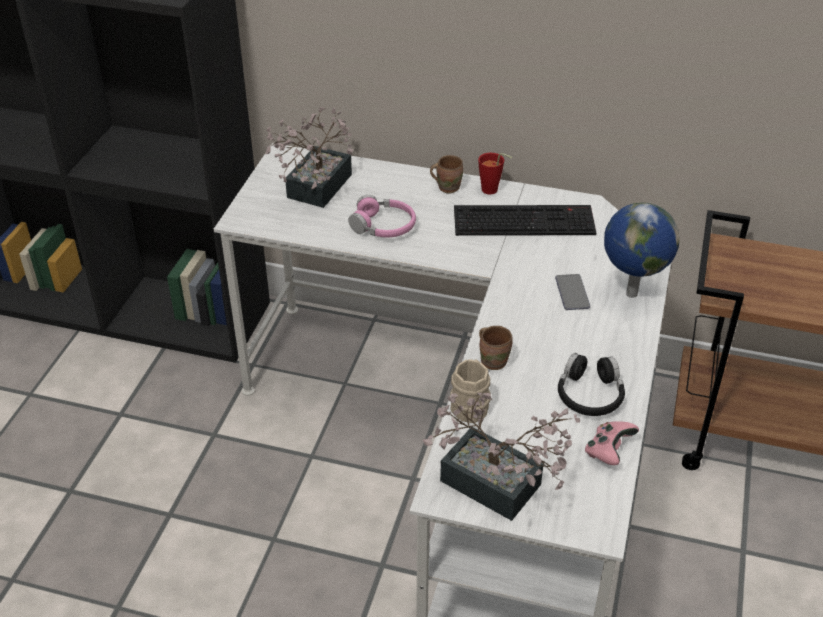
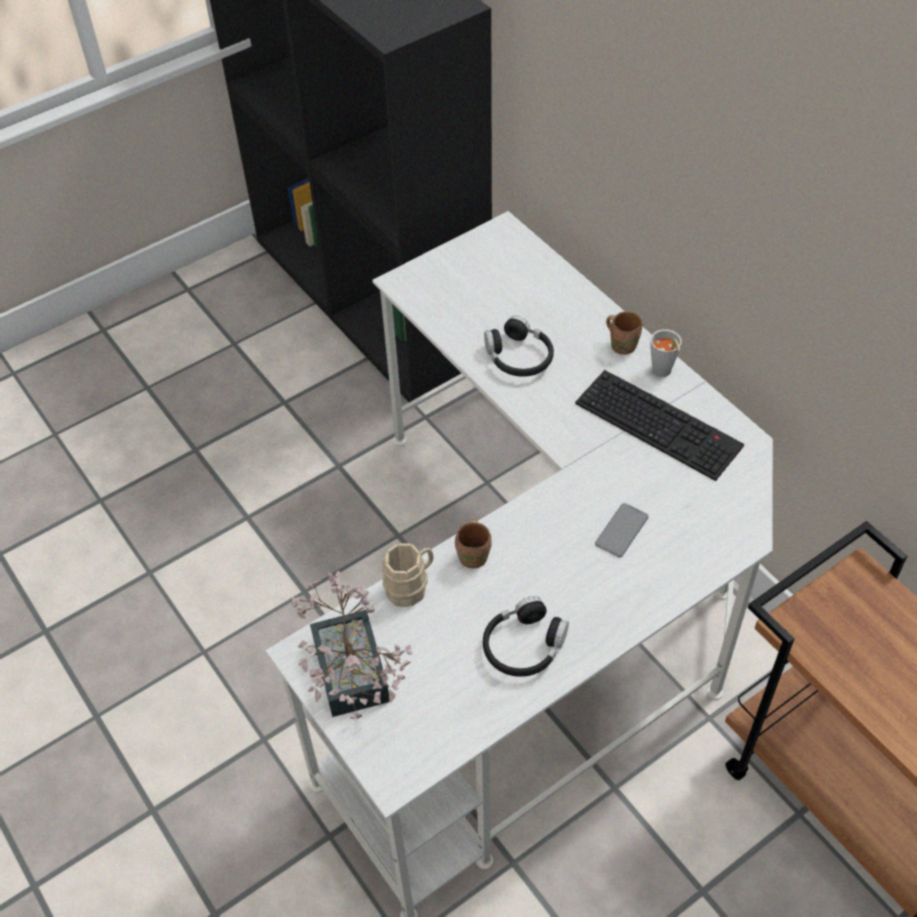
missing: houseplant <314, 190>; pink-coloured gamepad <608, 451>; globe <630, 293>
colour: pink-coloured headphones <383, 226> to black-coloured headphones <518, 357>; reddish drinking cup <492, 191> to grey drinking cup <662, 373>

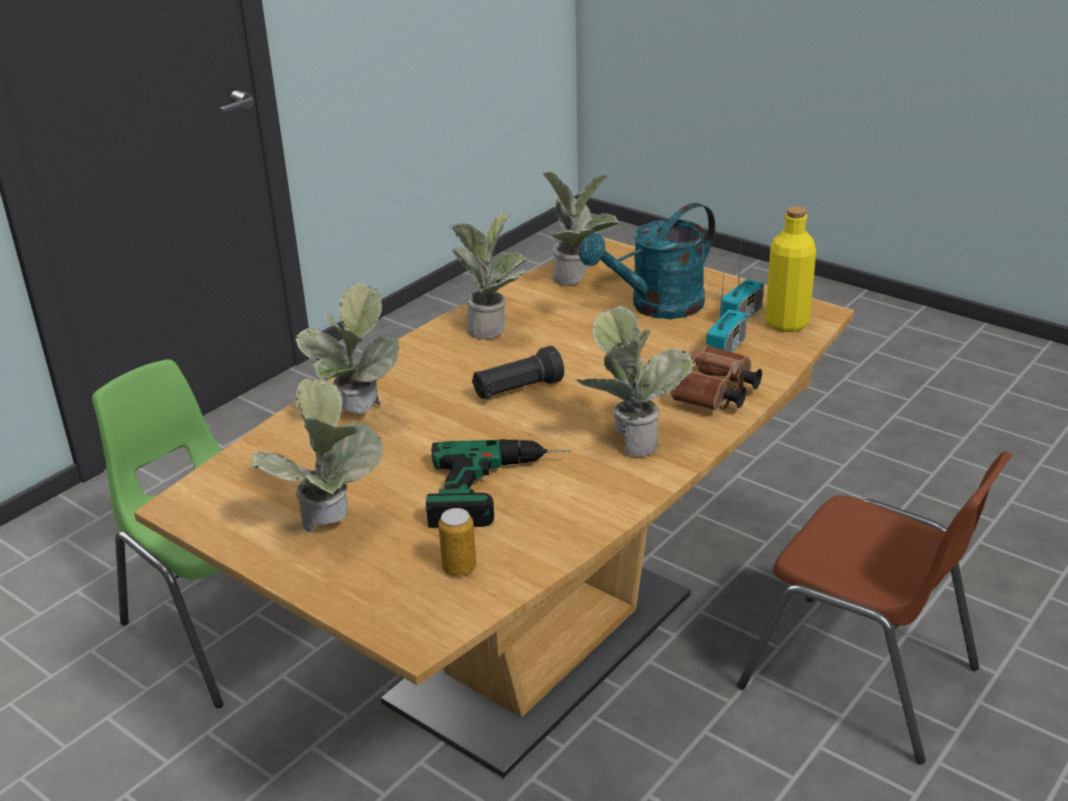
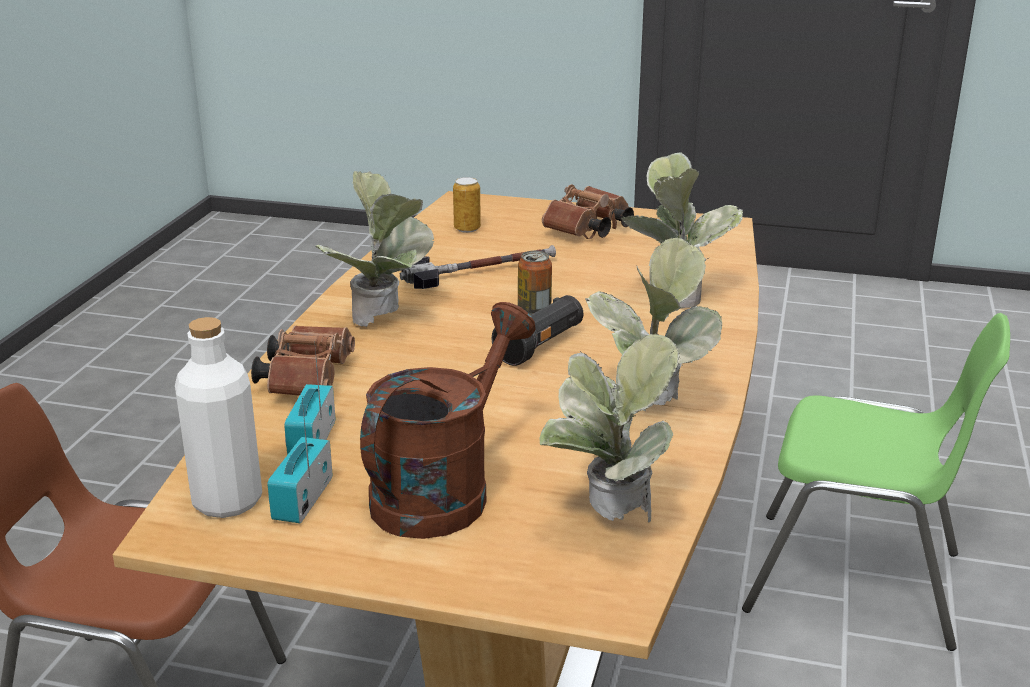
appeared: sealed can <534, 309>
exchanged: power drill <500, 489> to hand hammer <478, 271>; houseplant <331, 529> to brown pair of binoculars <587, 231>
colour: yellow beverage bottle <786, 323> to white-coloured beverage bottle <227, 501>; turquoise sprinkling can <656, 307> to brown sprinkling can <442, 490>

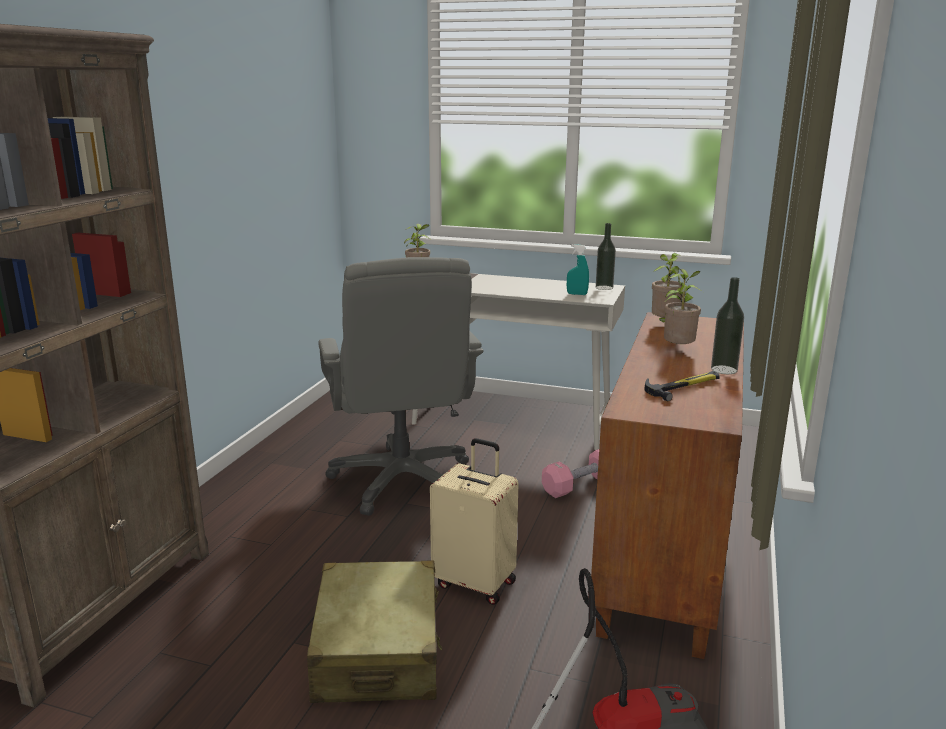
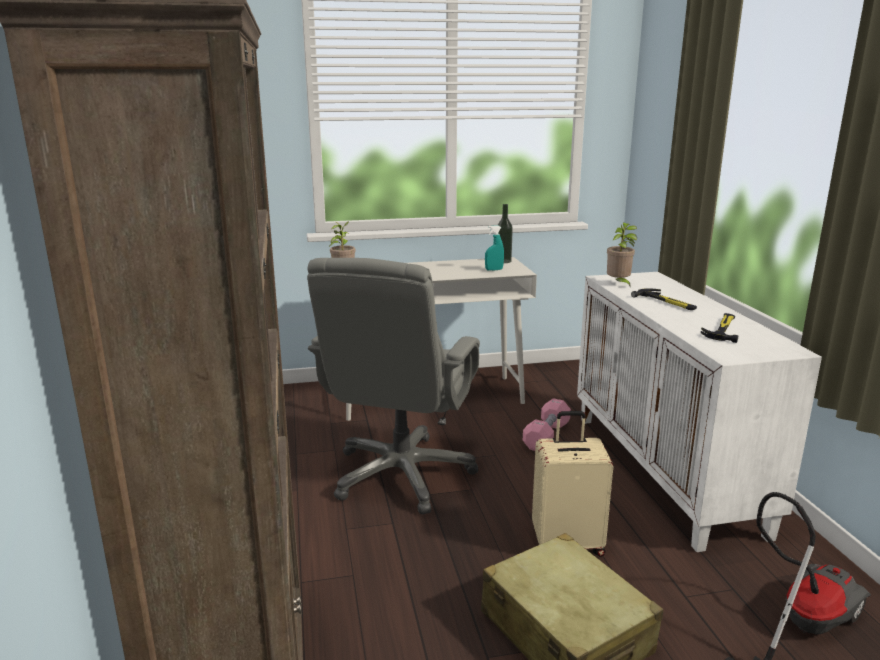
missing: beverage bottle <724, 370>
exchanged: houseplant <678, 351> to hand hammer <666, 302>
colour: brown cabinet <667, 555> to white-coloured cabinet <666, 472>
spun: grey desk chair <402, 480> = <402, 474> 60 degrees clockwise

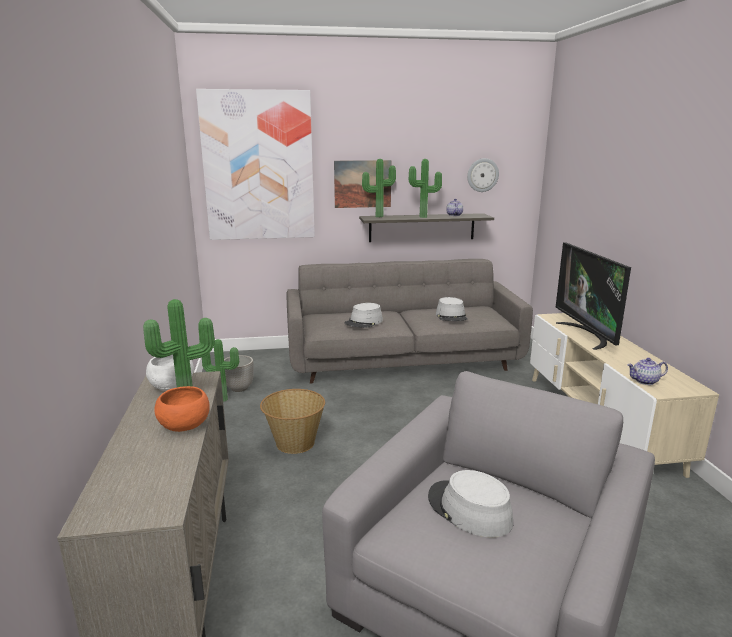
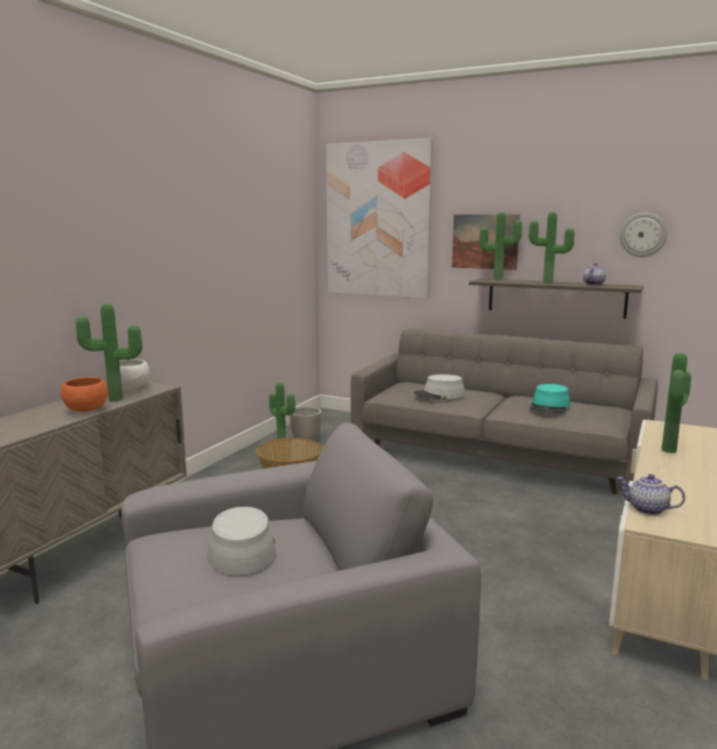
exchanged: TV set <587, 335> to houseplant <672, 451>
colour: grey wearable hat <451, 316> to turquoise wearable hat <550, 407>

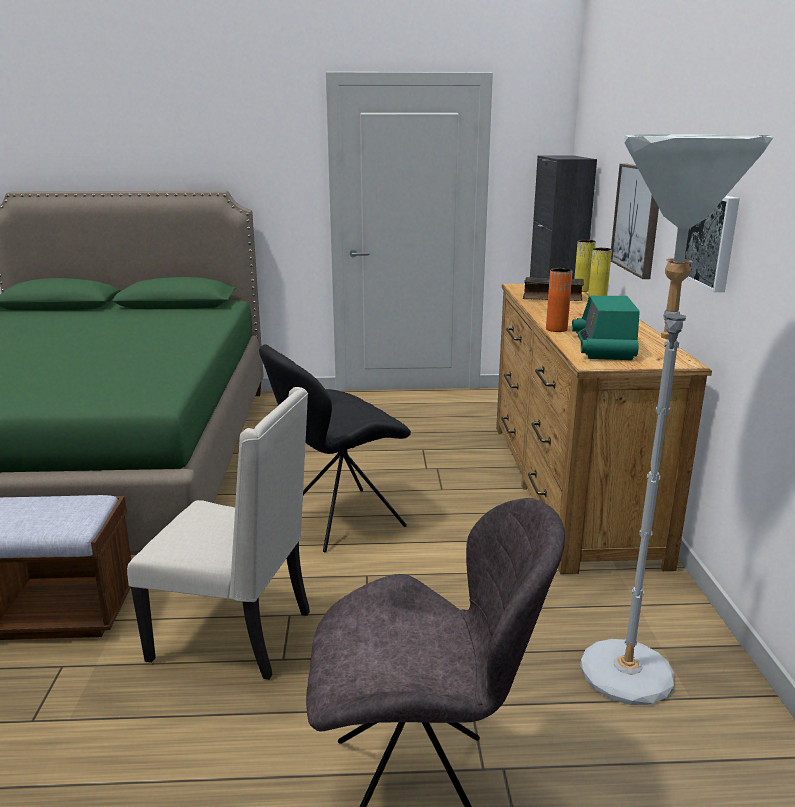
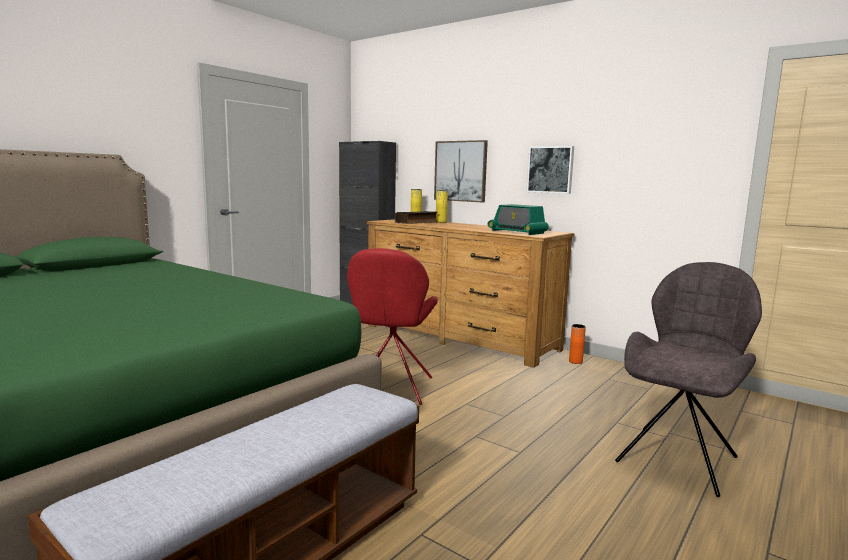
missing: beige plain chair <236, 635>; grey standard lamp <625, 660>
relocated: orange-coloured decorative vase <556, 329> to <575, 361>
colour: black-coloured plain chair <339, 520> to reddish plain chair <391, 389>

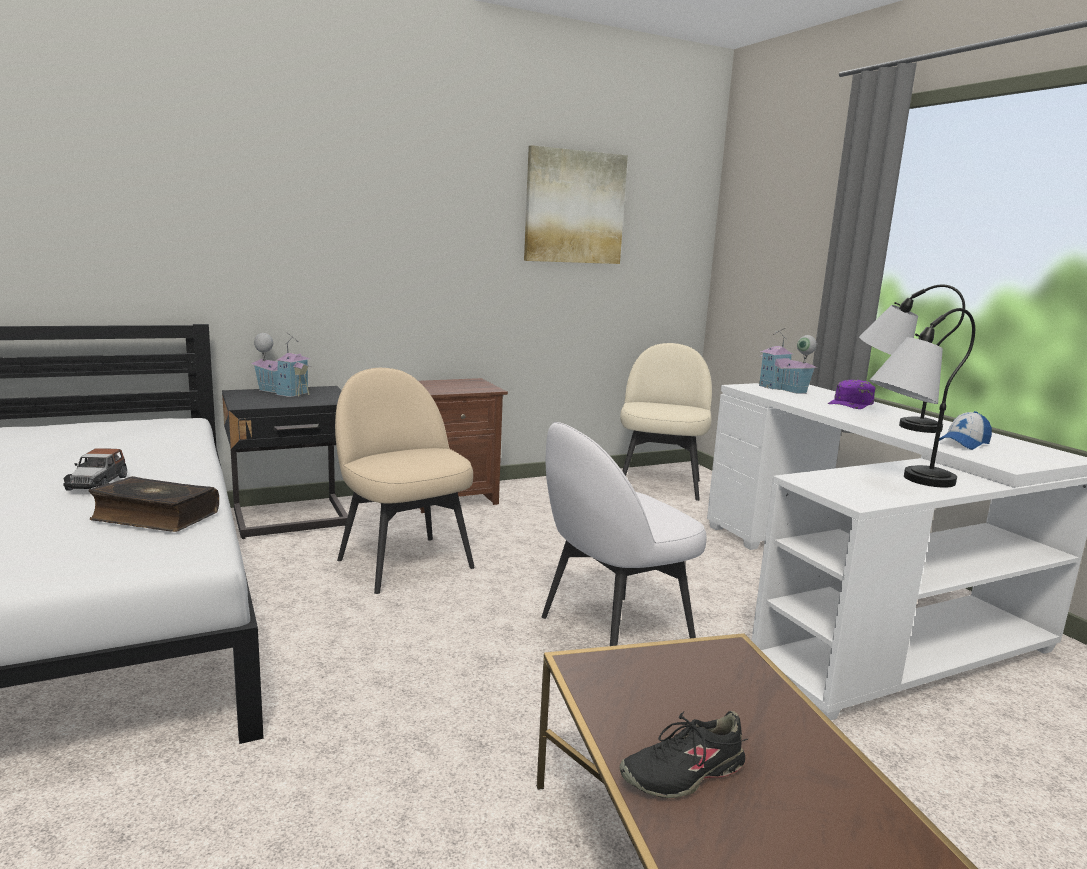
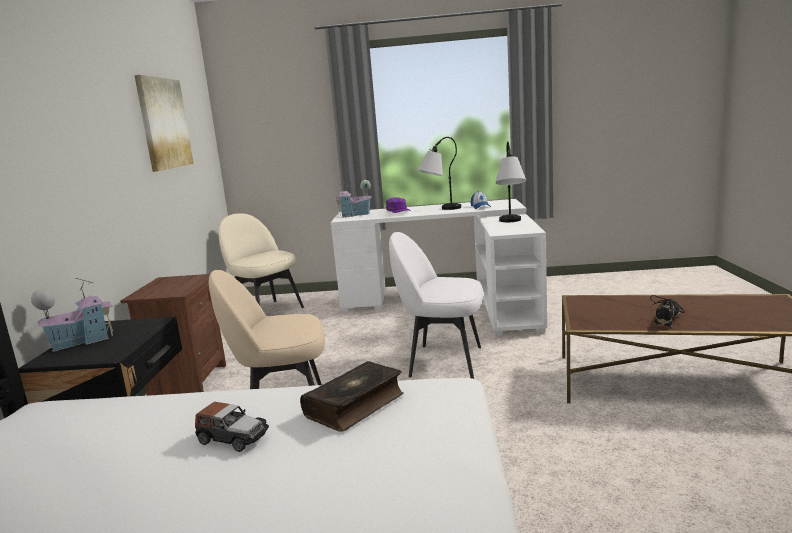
spun: white-coloured plain chair <612, 635> = <443, 361> 105 degrees clockwise; black-coloured low shoe <683, 773> = <667, 319> 150 degrees counterclockwise

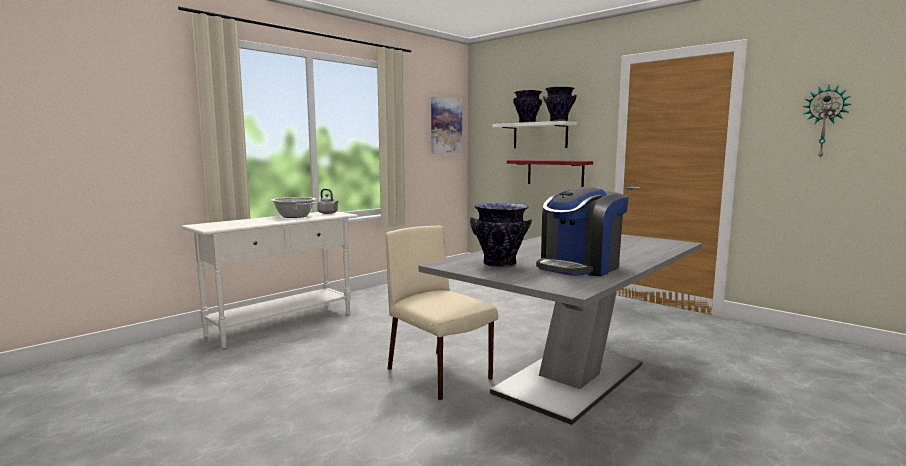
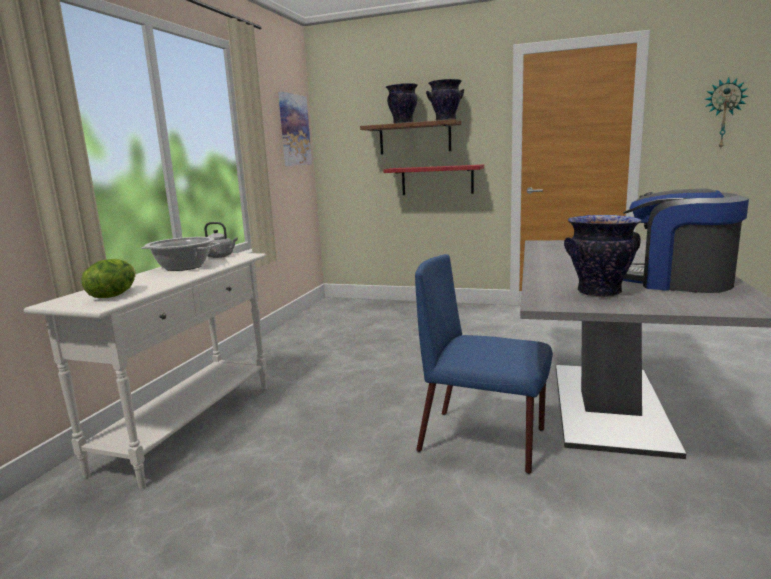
appeared: head of lettuce <113, 295>
colour: white-coloured shelf <540, 135> to brown shelf <415, 138>; beige plain chair <440, 375> to bluish plain chair <484, 440>
spun: coffee maker <579, 267> = <676, 282> 105 degrees clockwise

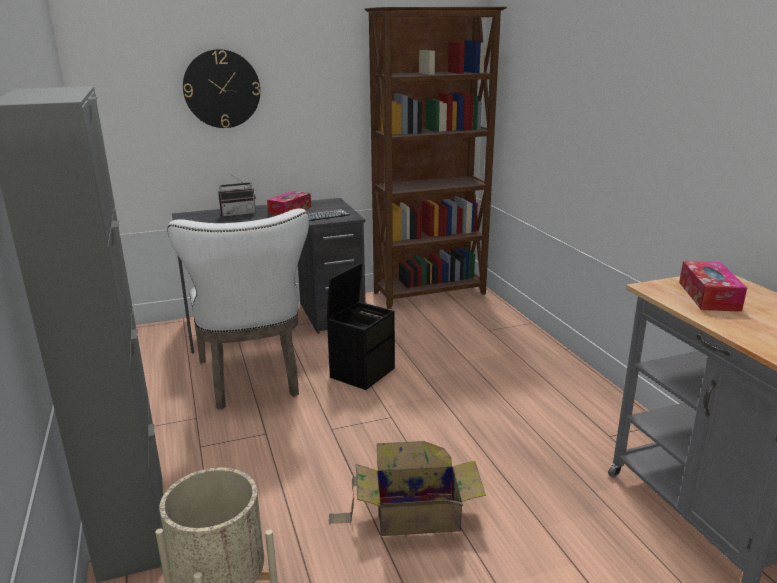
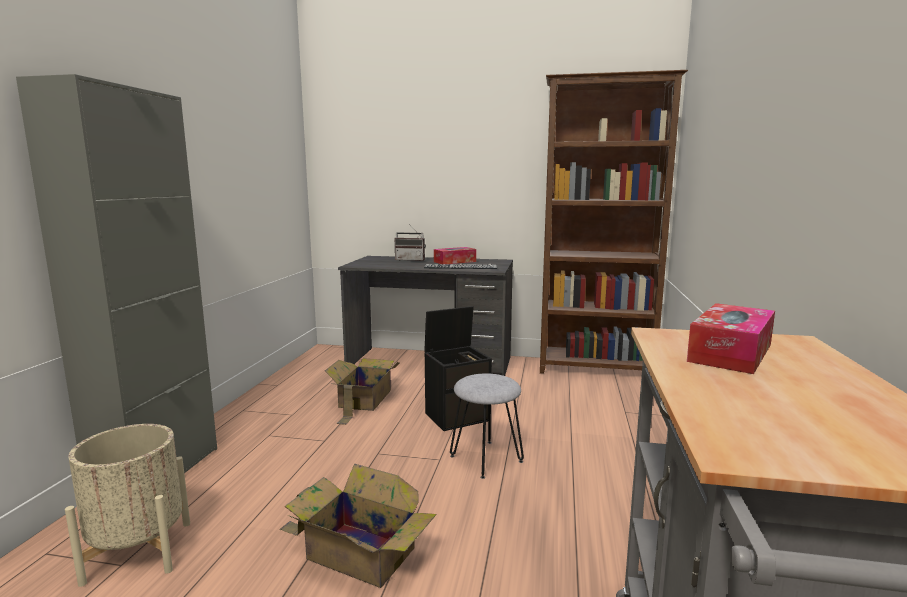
missing: wall clock <222, 89>
appeared: grey sitting stool <486, 458>
exchanged: white-coloured plain chair <253, 380> to cardboard box <363, 400>

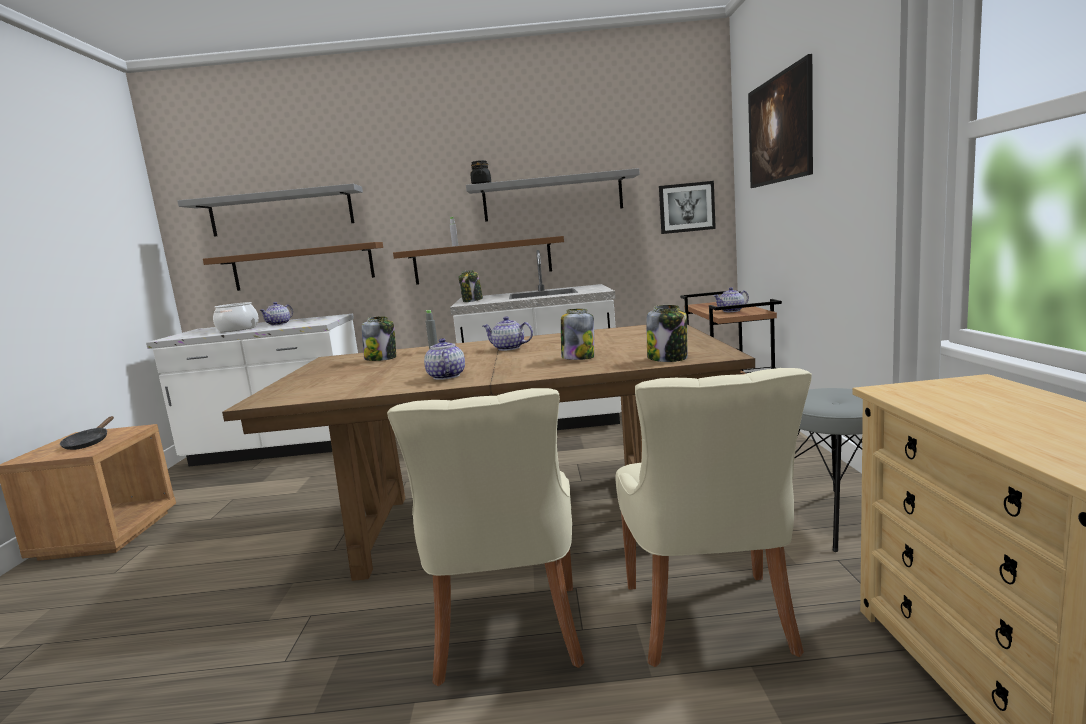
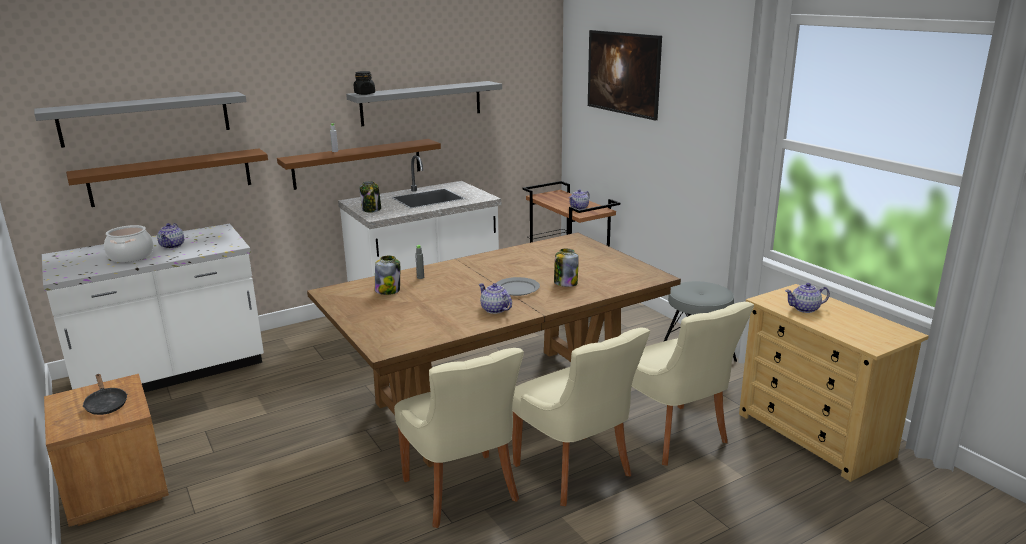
missing: storage jar <668, 358>; wall picture <686, 207>
appeared: beige plain chair <462, 492>; grey dinner plate <517, 289>
relocated: teapot <509, 348> to <805, 309>

